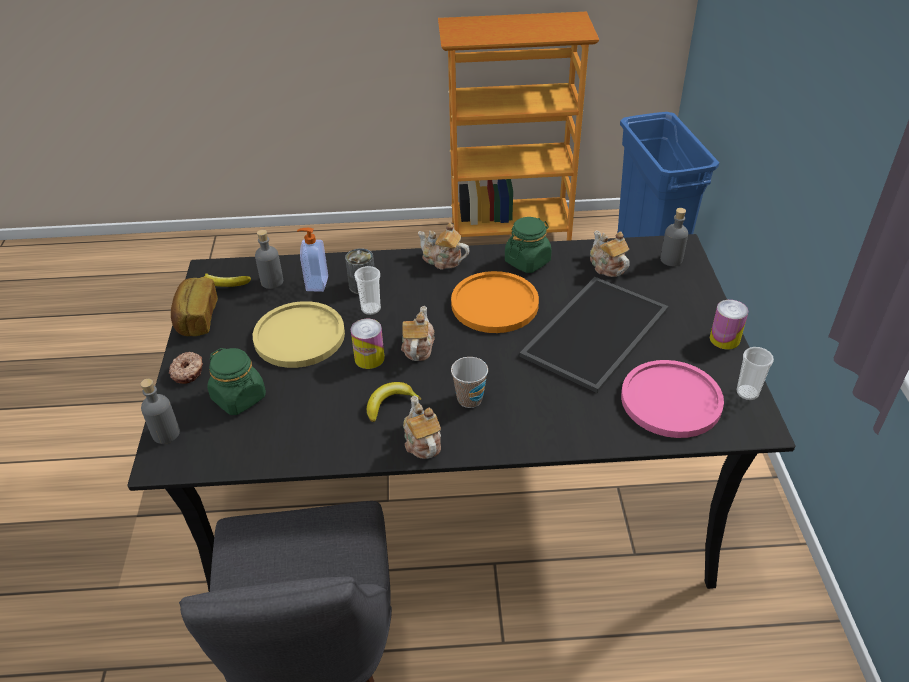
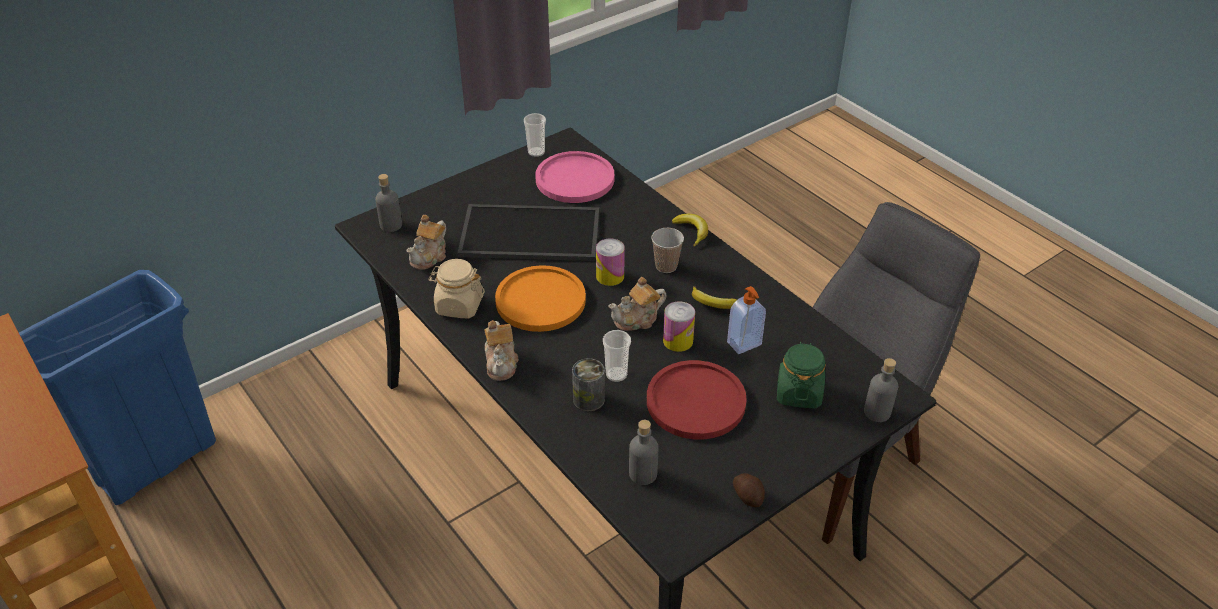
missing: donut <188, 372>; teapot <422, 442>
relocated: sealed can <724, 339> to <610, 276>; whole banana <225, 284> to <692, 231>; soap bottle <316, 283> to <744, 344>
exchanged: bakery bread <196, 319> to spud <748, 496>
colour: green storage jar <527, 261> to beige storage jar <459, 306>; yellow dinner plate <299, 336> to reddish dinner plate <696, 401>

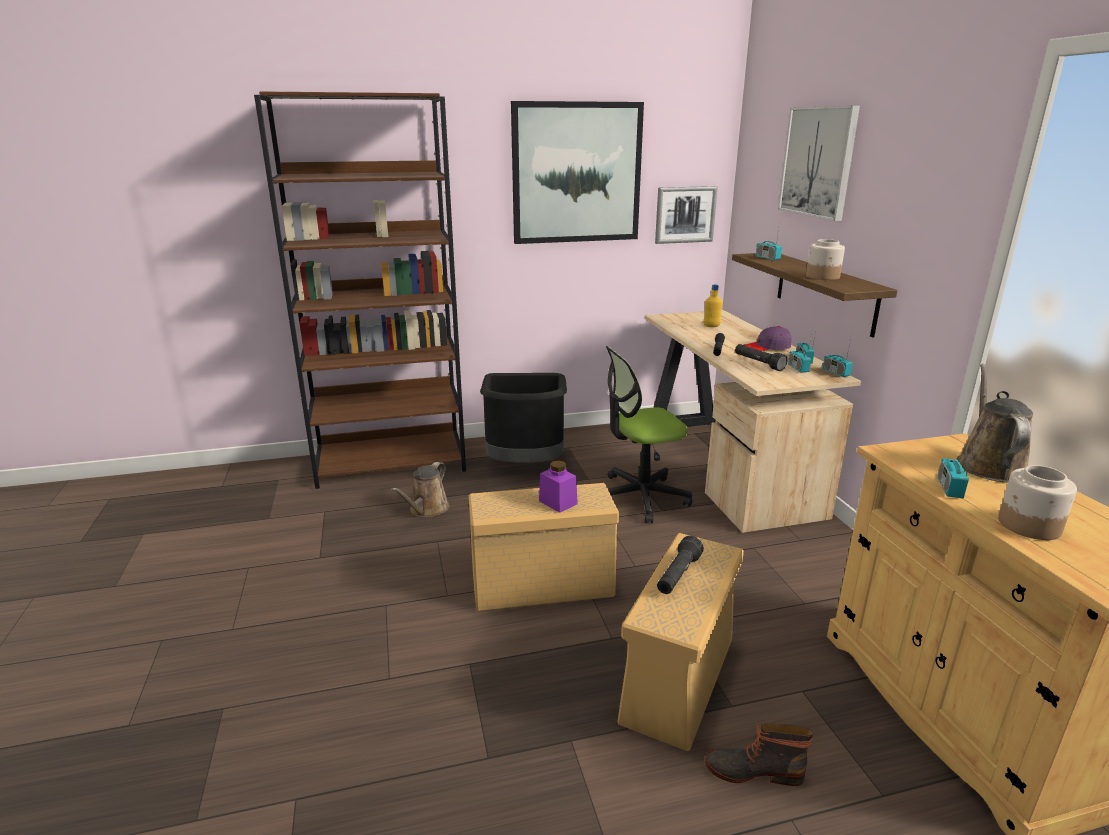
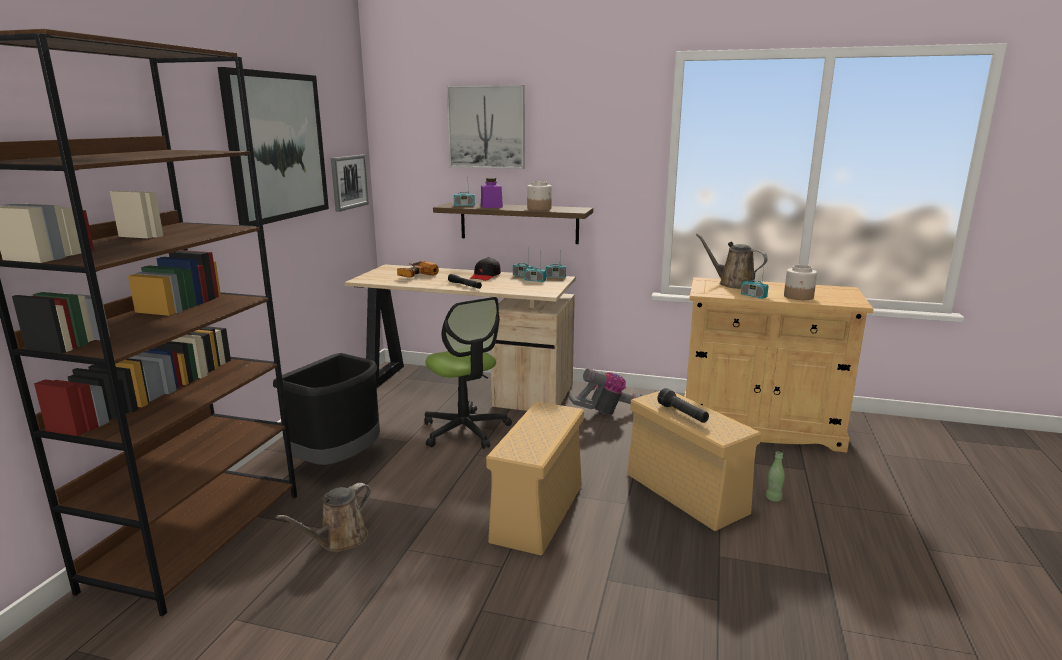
missing: black-coloured torch <758, 363>
appeared: hoover <610, 413>
relocated: purple storage jar <558, 502> to <491, 206>
exchanged: yellow beverage bottle <711, 326> to power drill <414, 275>; high-top boot <753, 769> to green beverage bottle <773, 498>
colour: purple peaked cap <767, 347> to black-coloured peaked cap <485, 276>
spun: brown sprinkling can <427, 510> = <339, 540> 75 degrees clockwise; desk chair <640, 497> = <465, 430> 45 degrees counterclockwise

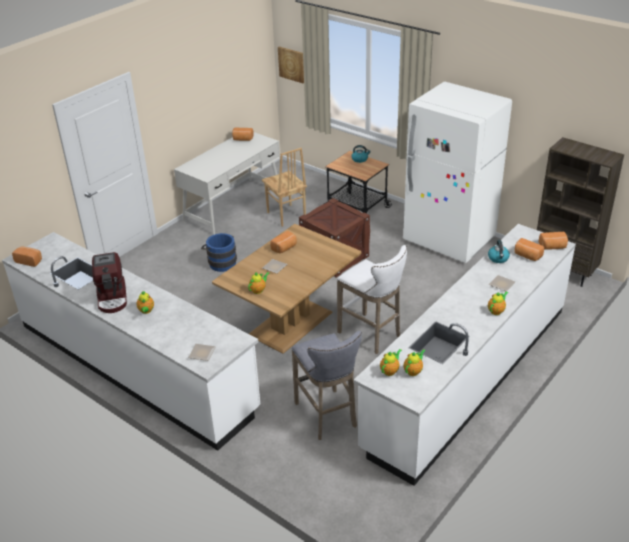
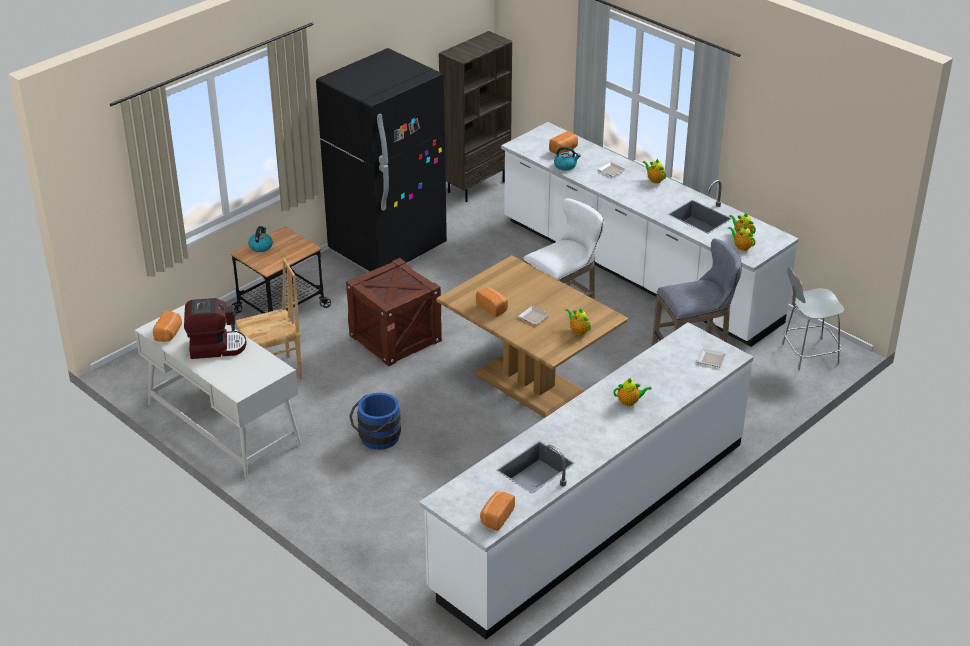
missing: wall picture <292, 64>; bakery bread <553, 247>
appeared: grey sitting stool <807, 354>
relocated: coffee maker <113, 298> to <216, 347>
colour: white-coloured kitchen fridge <449, 240> to black-coloured kitchen fridge <388, 248>

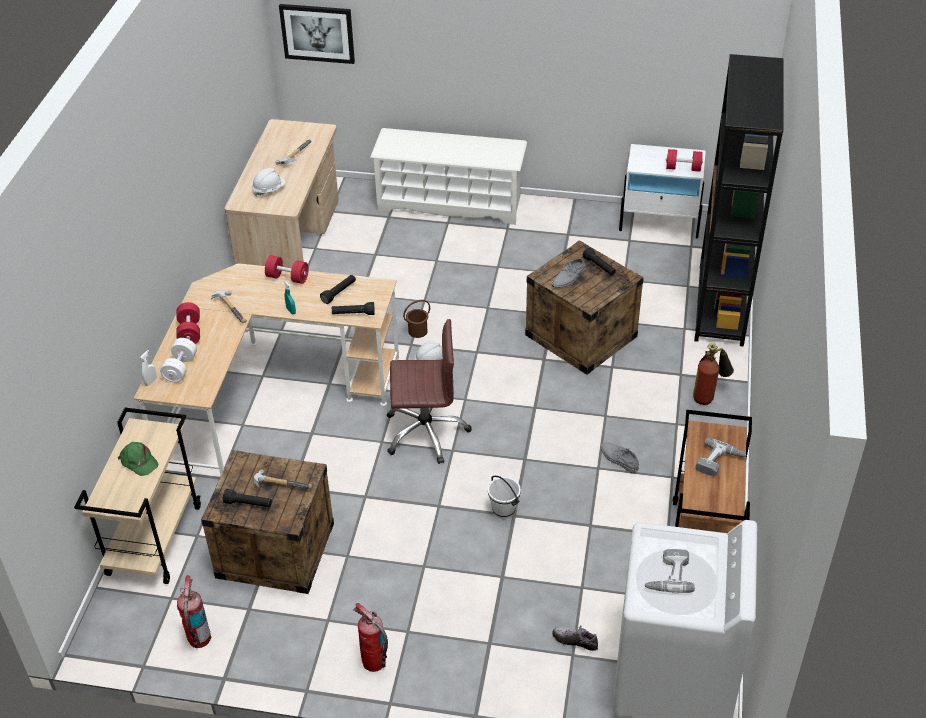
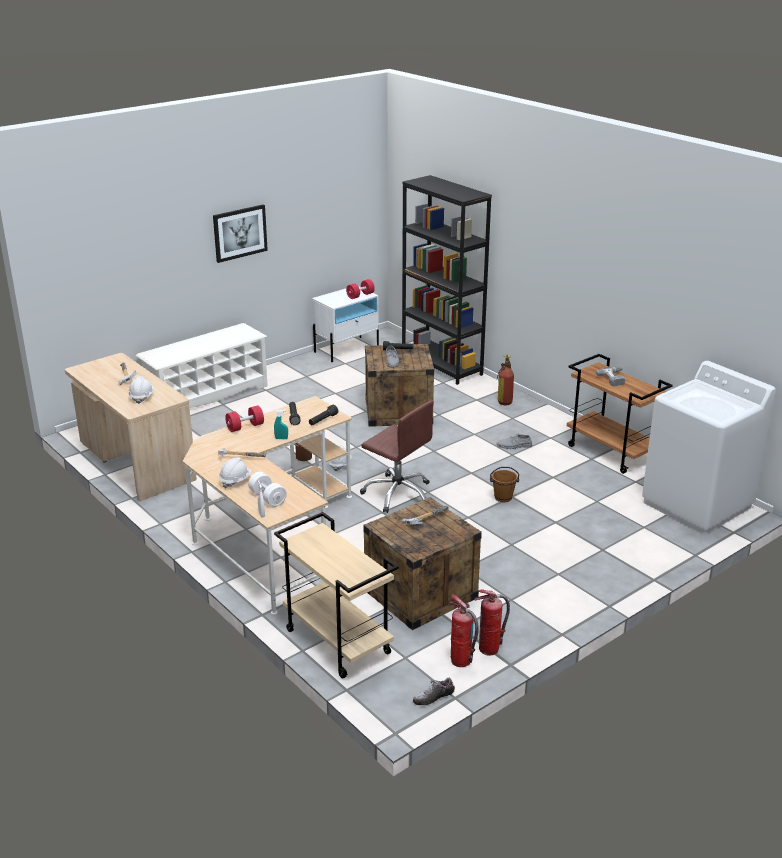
missing: green peaked cap <138, 461>; black-coloured torch <248, 504>; power drill <667, 575>
relocated: wall picture <317, 33> to <240, 233>; low shoe <575, 641> to <433, 697>; fire-fighting cylinder <374, 662> to <489, 649>
exchanged: reddish dumbbell <190, 332> to white-coloured hard hat <235, 480>
colour: white-coloured pail <504, 510> to brown pail <503, 497>
spun: brown desk chair <426, 432> = <398, 493> 90 degrees clockwise

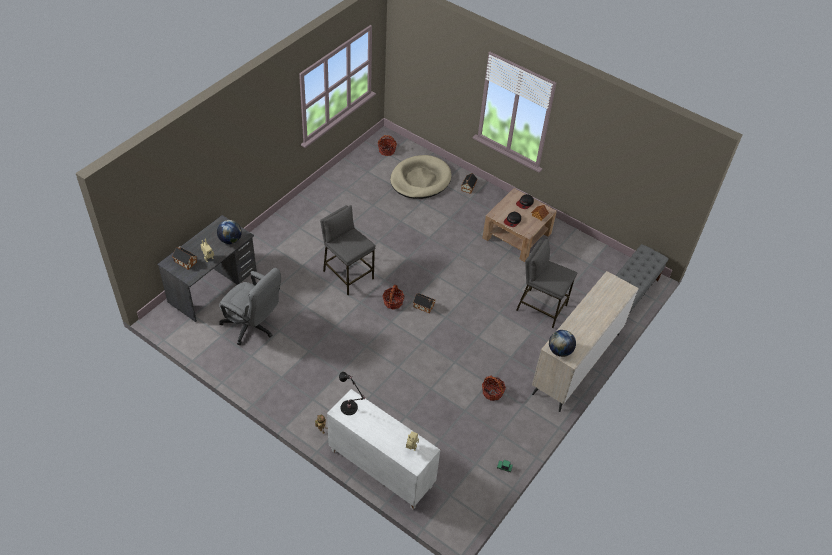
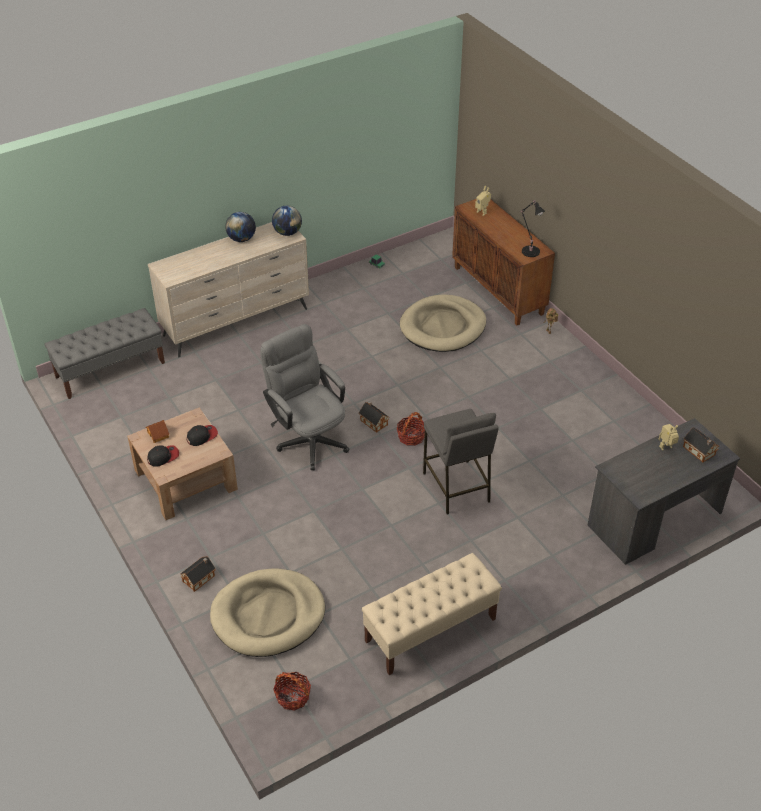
missing: basket <492, 392>; grey sitting stool <541, 307>
appeared: beige bench <430, 630>; beige dog bed <443, 327>
relocated: globe <230, 240> to <241, 239>; grey desk chair <253, 327> to <308, 438>
colour: white-coloured cabinet <380, 469> to brown cabinet <499, 290>

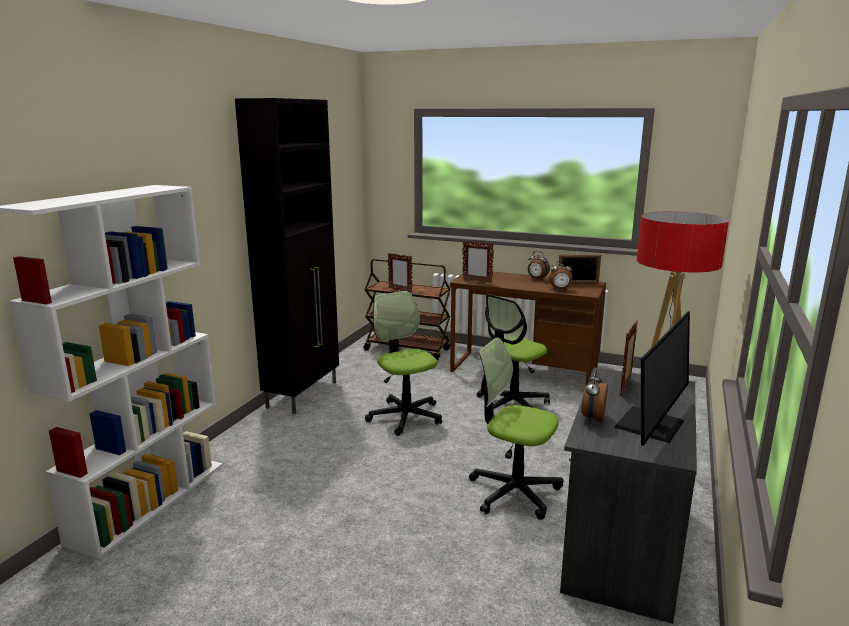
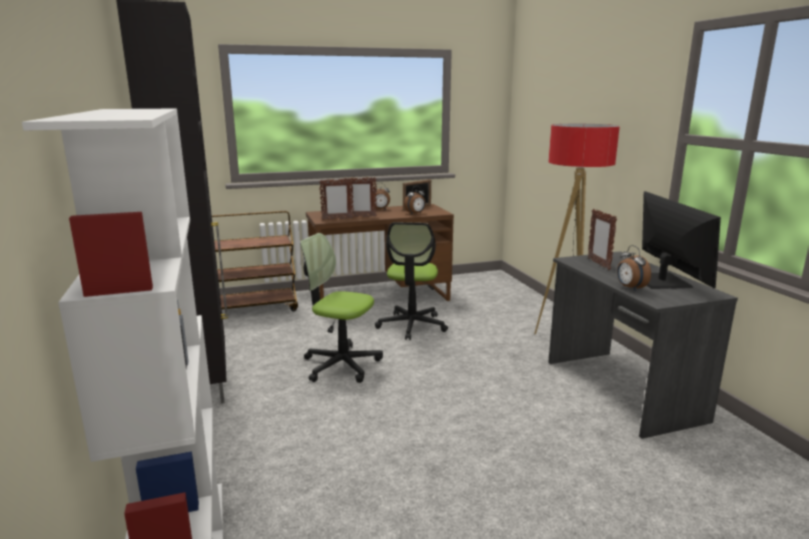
missing: desk chair <514, 491>
relocated: standing frame <400, 290> to <360, 217>

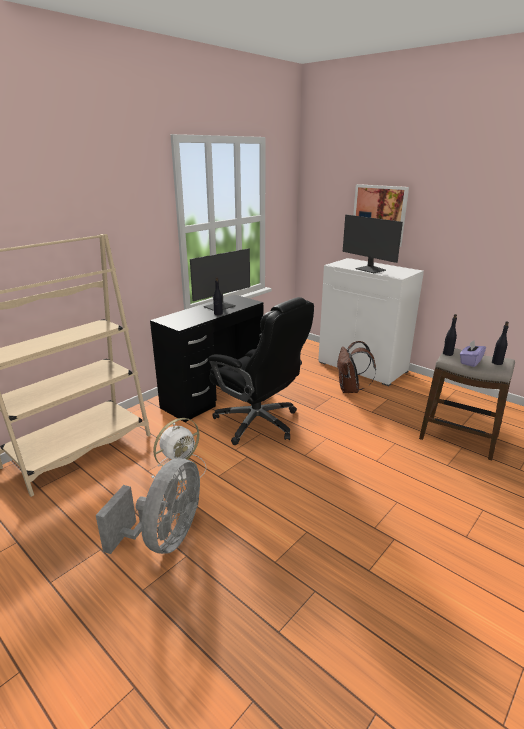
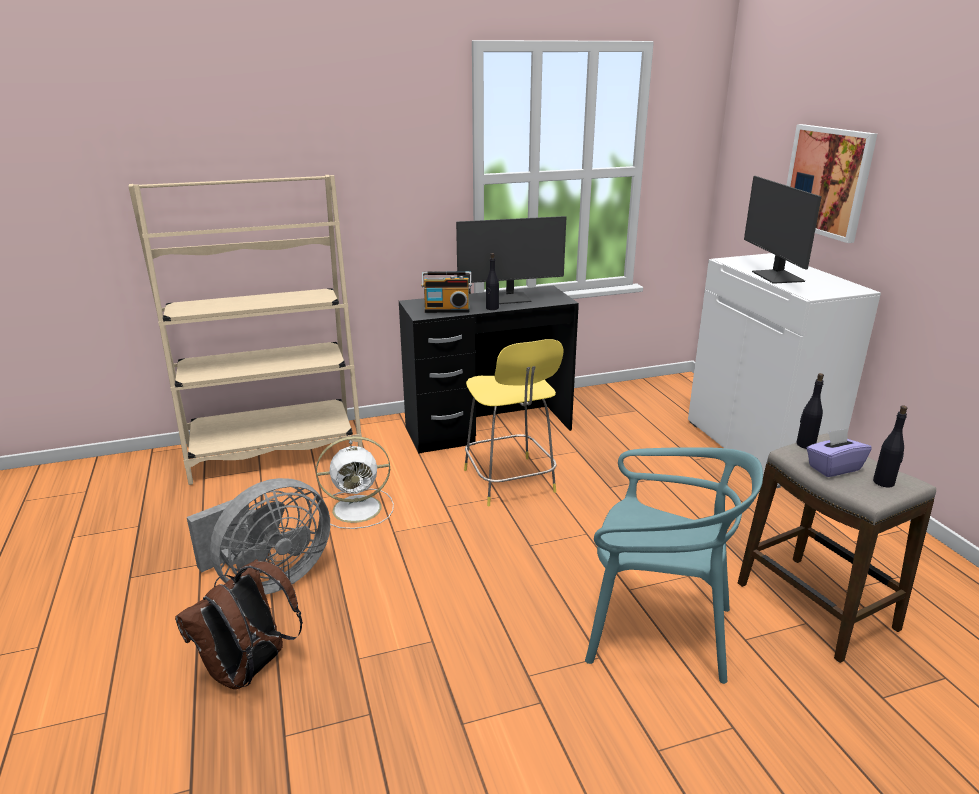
appeared: radio receiver <447, 309>; turquoise plain chair <657, 629>
relocated: brown knapsack <350, 390> to <249, 671>
exchanged: black-coloured desk chair <258, 423> to yellow sitting stool <510, 483>

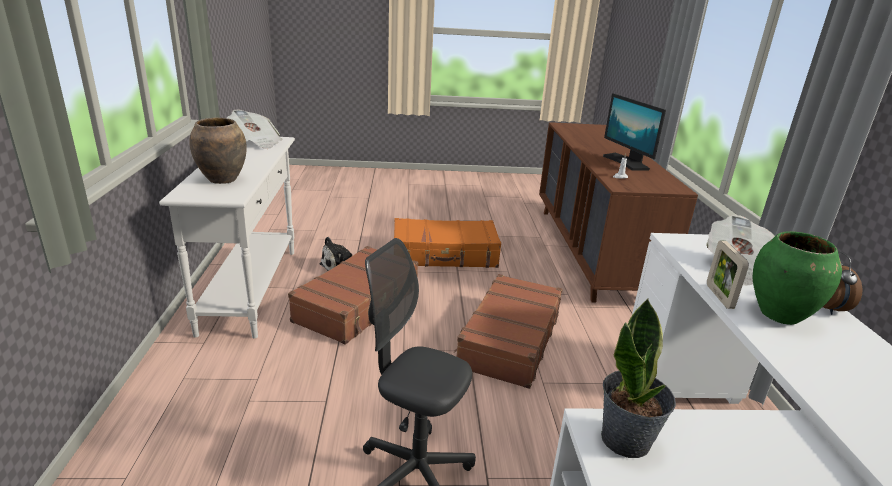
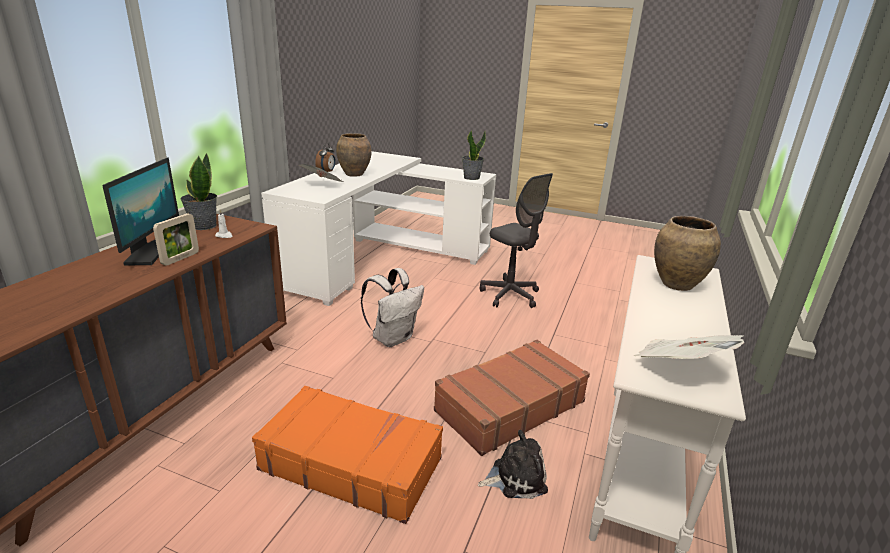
appeared: houseplant <203, 226>
relocated: standing frame <719, 296> to <180, 258>
exchanged: brown piece of luggage <509, 340> to white-coloured knapsack <393, 338>
colour: green decorative vase <780, 315> to brown decorative vase <354, 174>

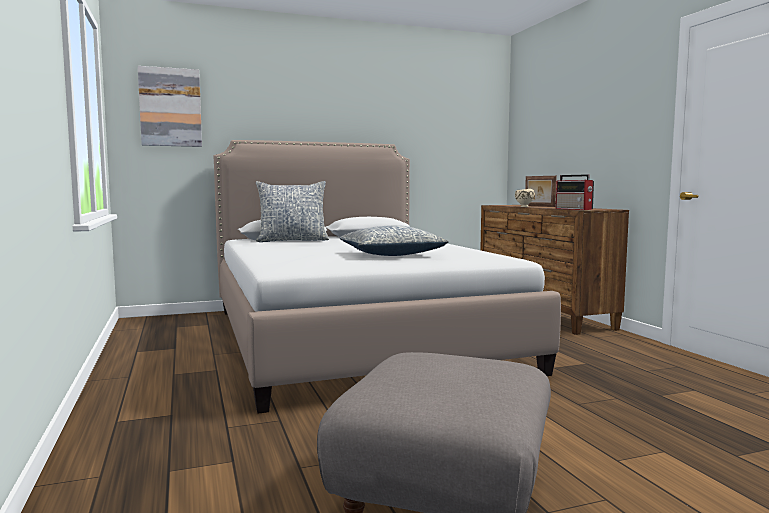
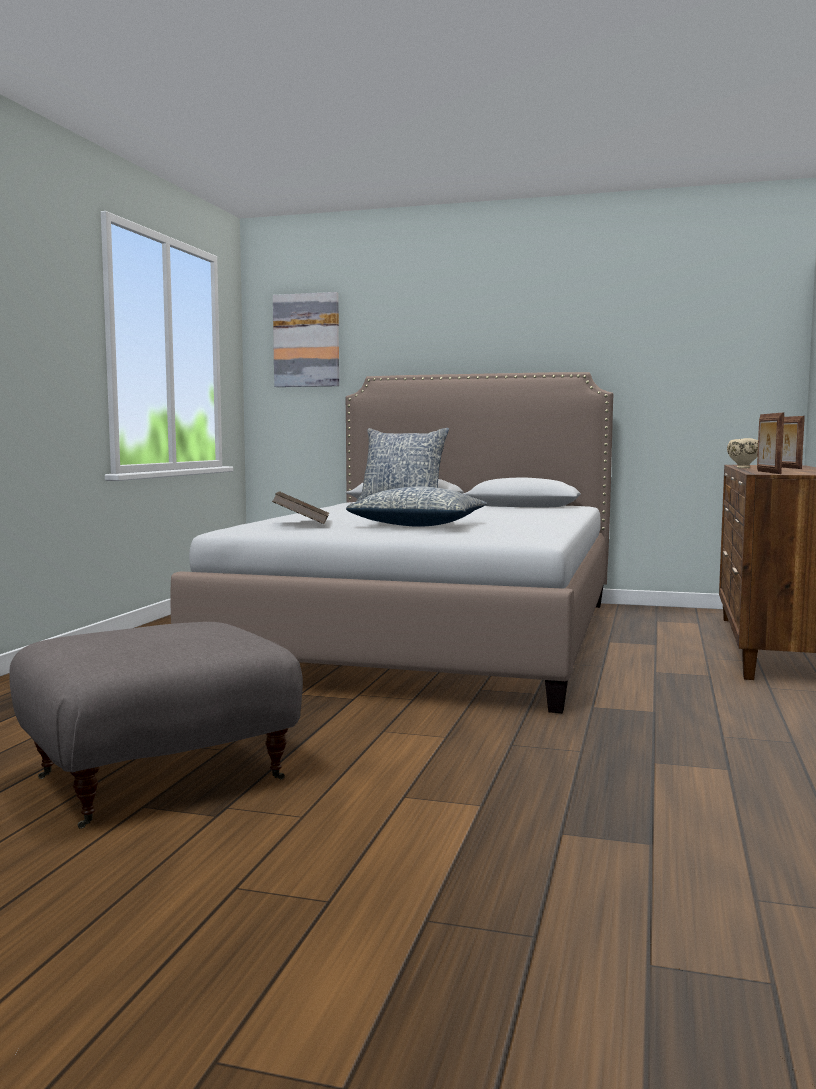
appeared: brown bound book <301, 522>
exchanged: radio receiver <574, 209> to standing frame <767, 472>

